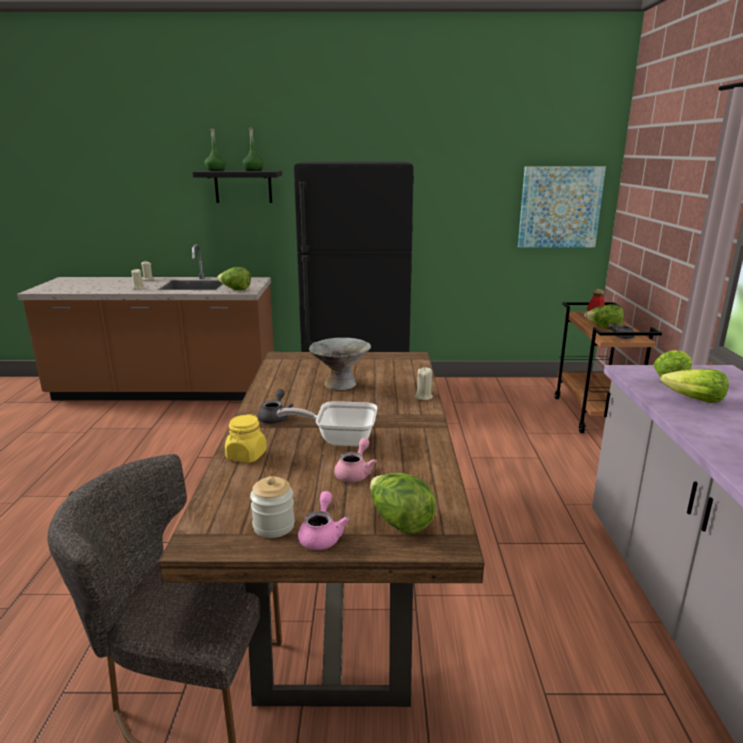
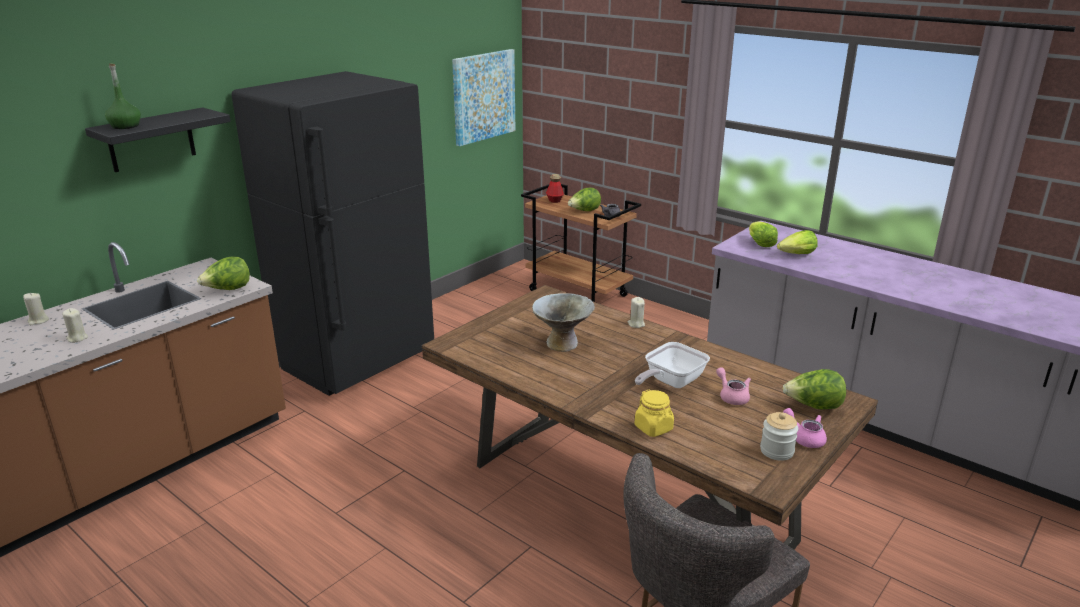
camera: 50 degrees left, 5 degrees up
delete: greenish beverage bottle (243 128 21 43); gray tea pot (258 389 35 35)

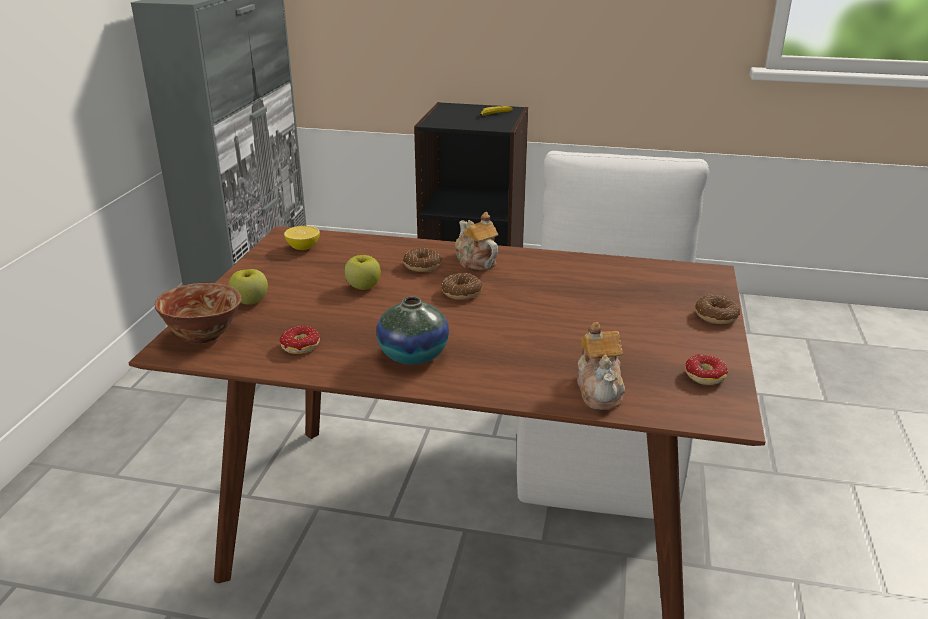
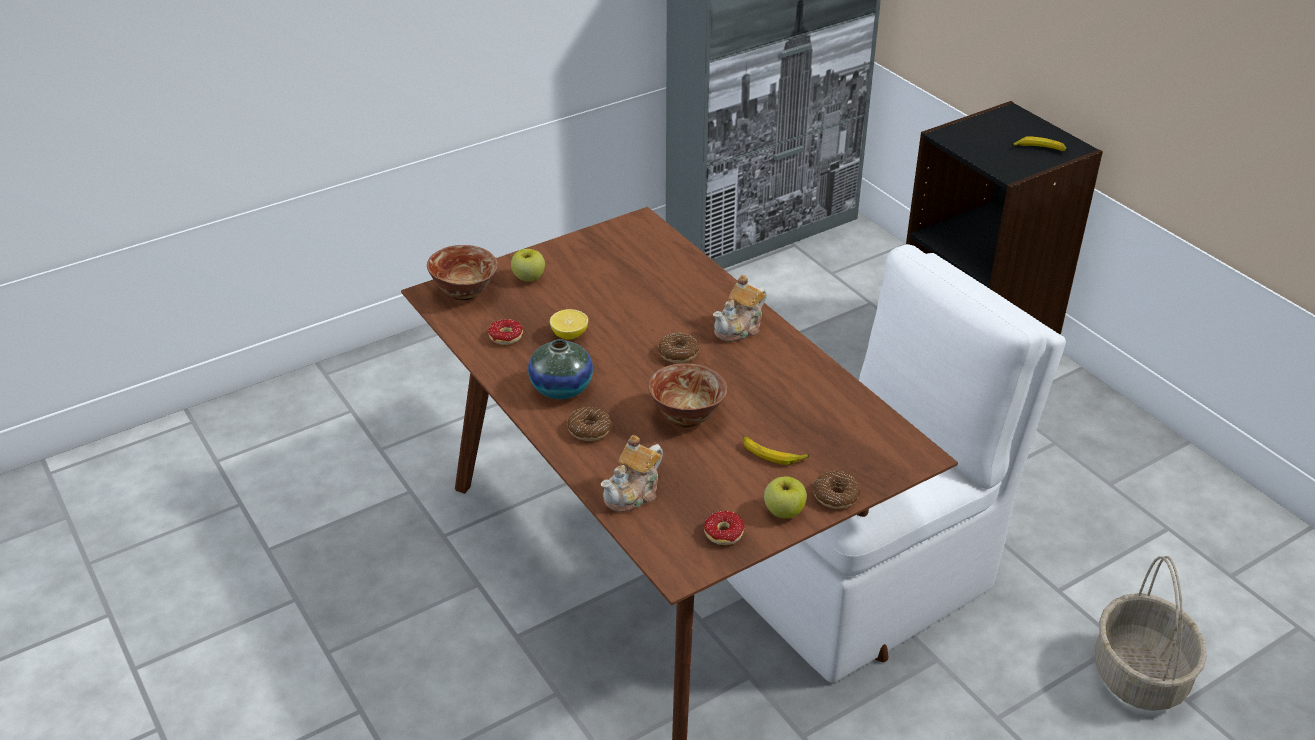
camera: 45 degrees right, 10 degrees up
insert: bowl (648 363 79 64); banana (743 436 66 29); storage basket (1095 556 112 155)
move: citrus fruit (284 226 36 24) to (550 309 38 31); ring doughnut (403 248 39 24) to (567 407 45 34); whole apple (344 255 37 35) to (764 476 43 43)
rotate: tea pot (455 212 44 58) = (713 275 54 67) 150 degrees counterclockwise

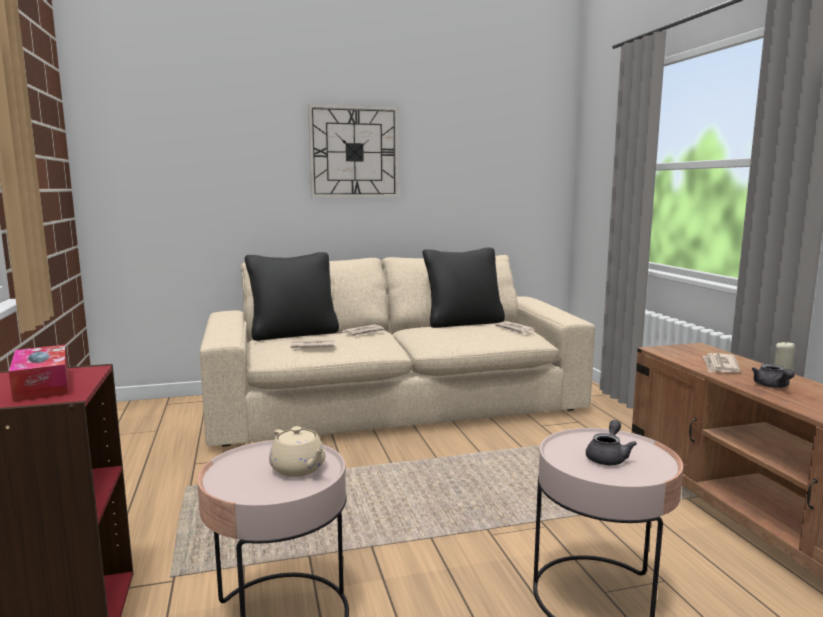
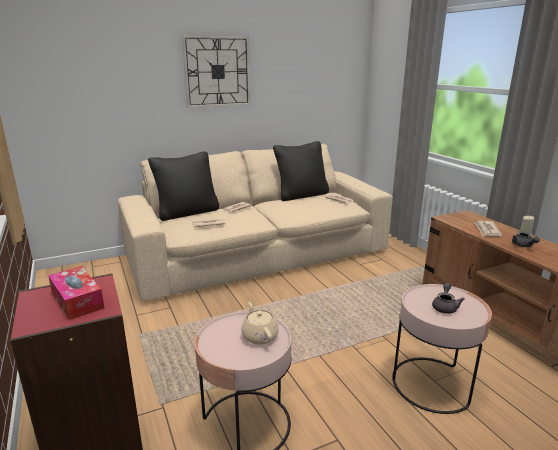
camera: 10 degrees left, 10 degrees up
rotate: beige-coloured tea pot (269 426 57 51) = (241 302 38 43) 150 degrees counterclockwise

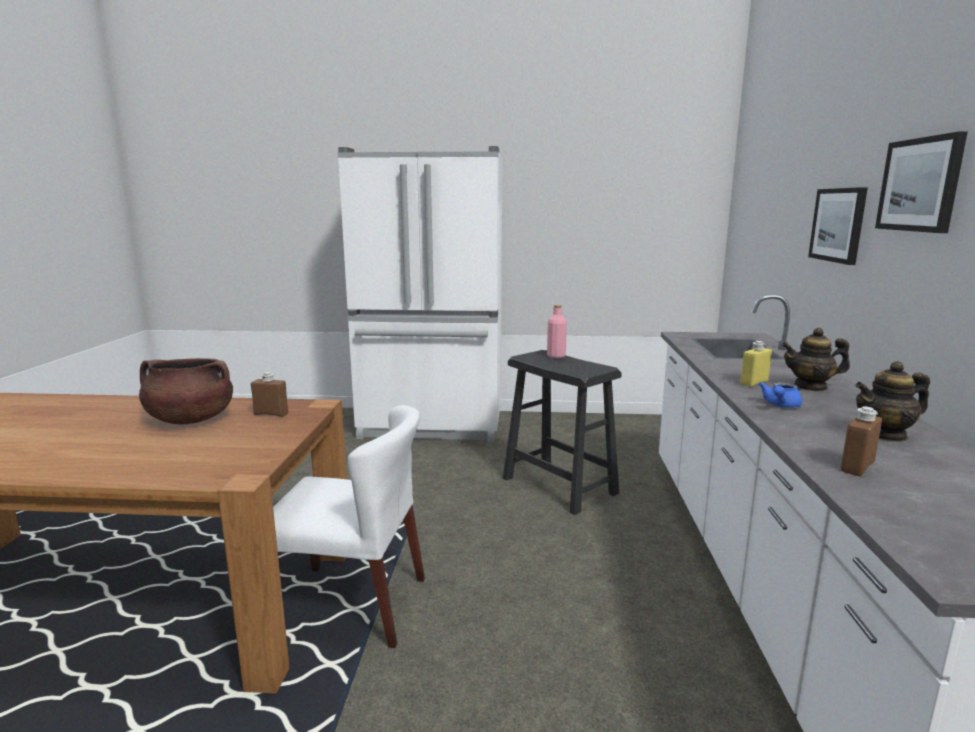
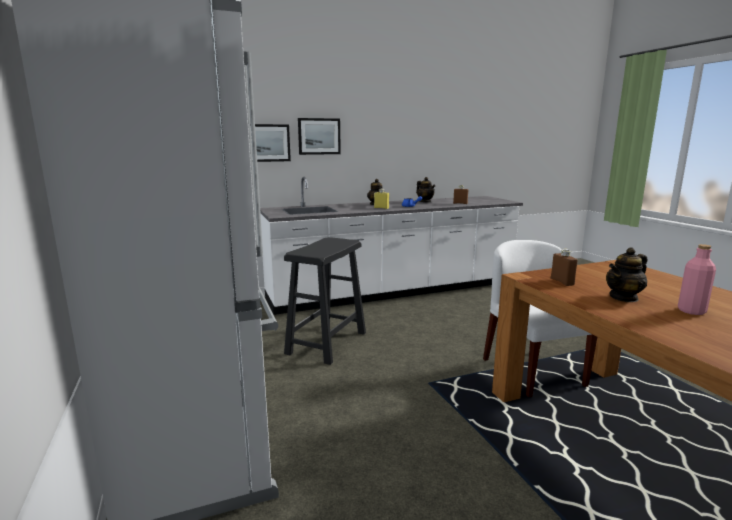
camera: 115 degrees left, 0 degrees up
move: wall art (875 131 93 102) to (250 124 41 38); pinkish beverage bottle (547 305 20 53) to (678 244 38 71)
replace: brown saucepot (139 358 94 66) to tea pot (606 247 41 55)

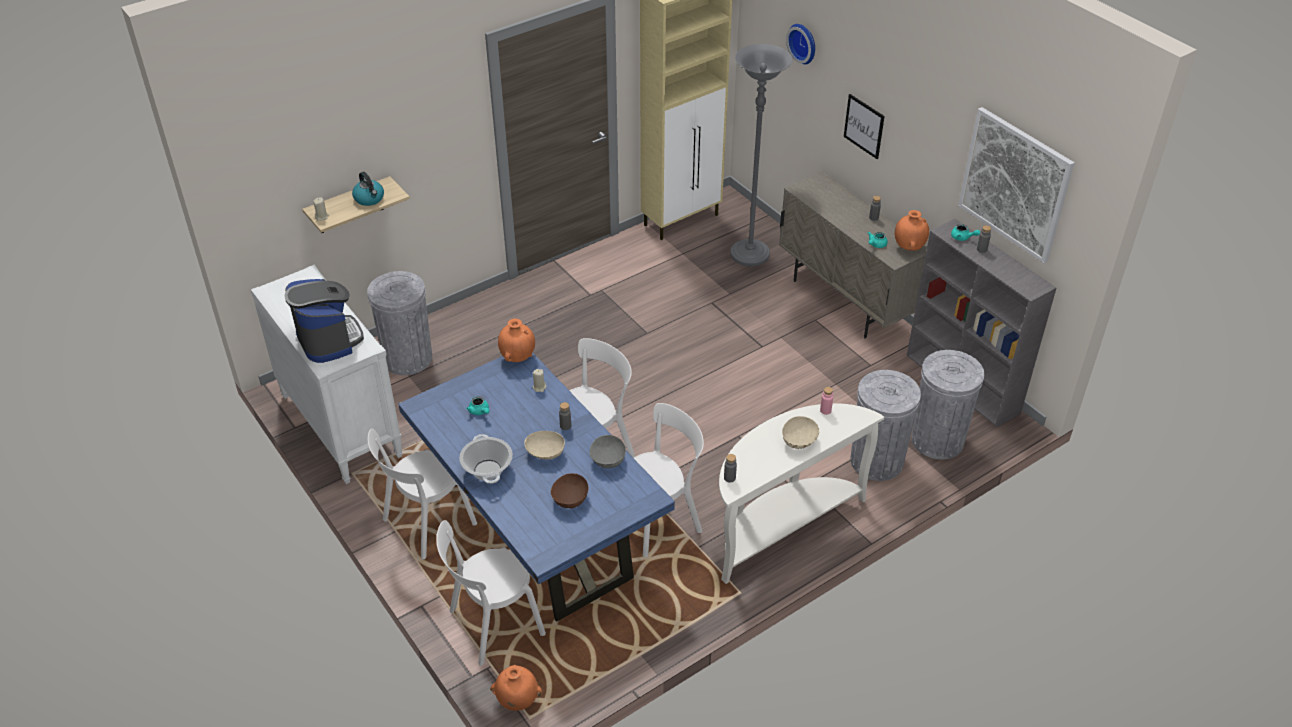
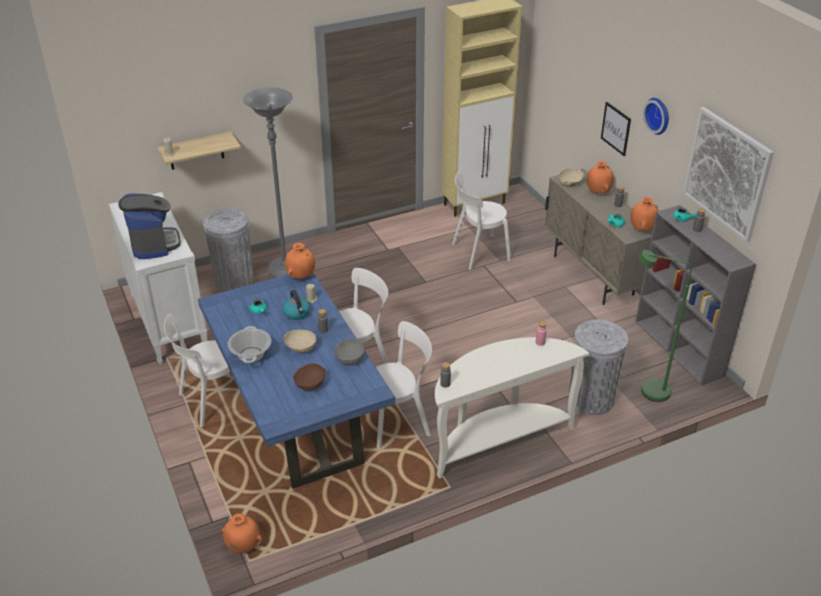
camera: 10 degrees right, 5 degrees down
insert: orange-coloured flower vase (586 161 28 32)
move: gray floor lamp (730 44 63 222) to (243 87 50 191); tea kettle (352 172 32 34) to (283 290 27 30); white-coloured chair (436 520 110 146) to (452 172 59 98); beige-coloured bowl (782 416 37 33) to (559 168 25 18); hanging clock (786 24 29 40) to (643 98 26 37)
replace: gray trash can (912 350 73 110) to greenish floor lamp (639 250 53 152)

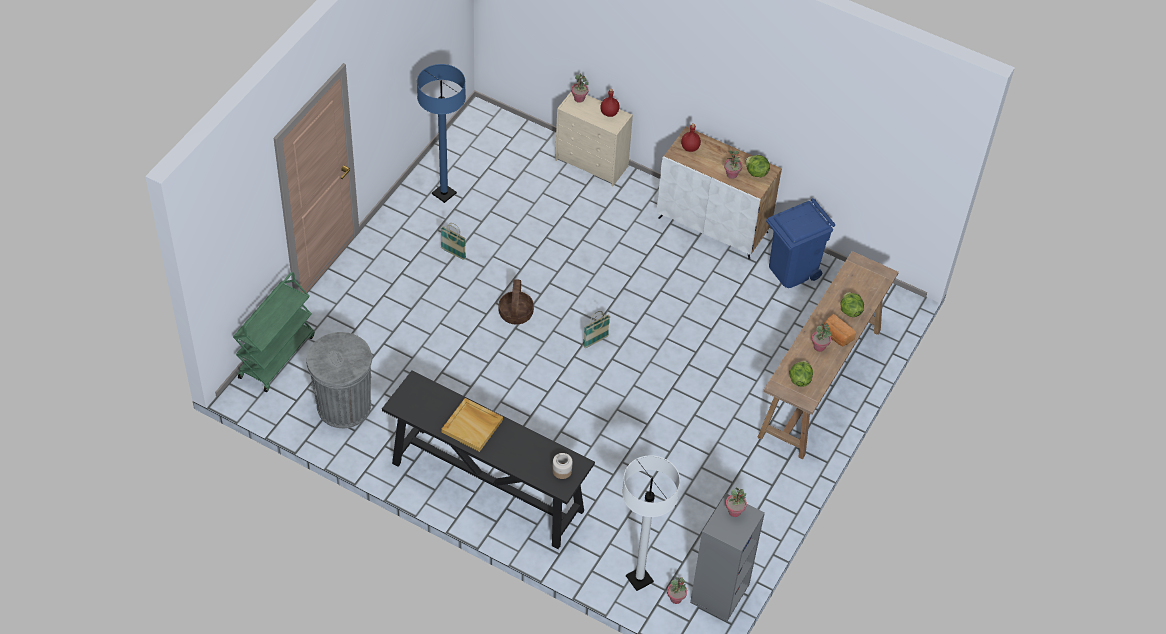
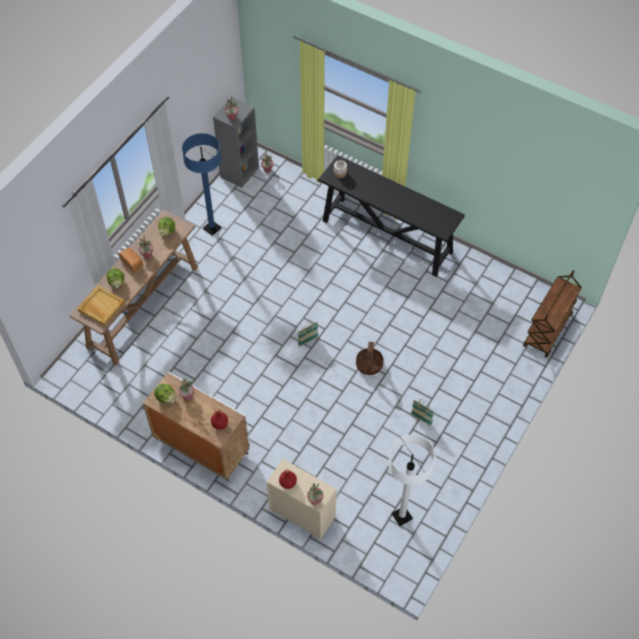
camera: 175 degrees left, 5 degrees up
delete: gray trash can (306 332 66 96); bluish trash can (766 198 69 90)
move: beige-coloured serving tray (441 398 62 54) to (78 286 47 40); bluish floor lamp (417 64 49 139) to (182 133 39 103); white-coloured floor lamp (622 455 58 136) to (389 434 47 92)
recolor: greenish cart (233 272 82 120) to brown cart (523 270 59 88)

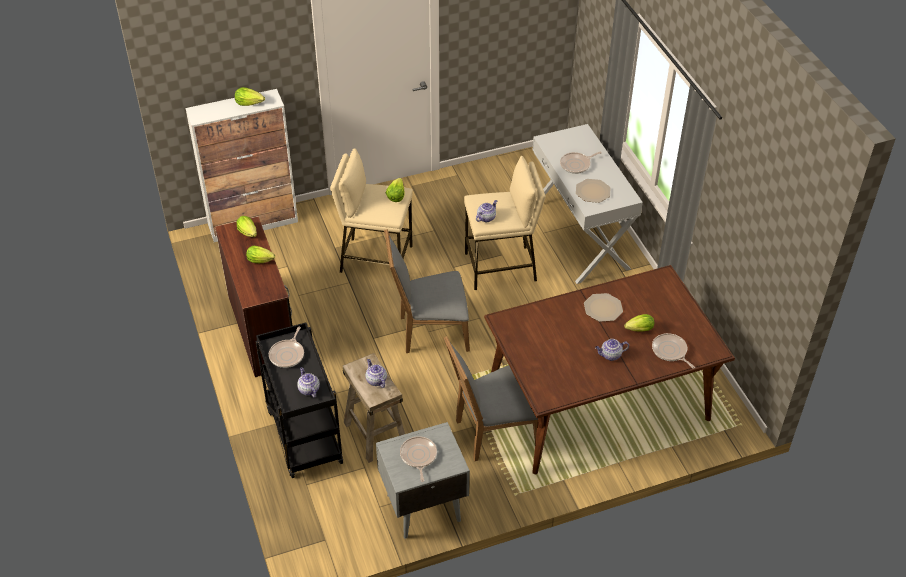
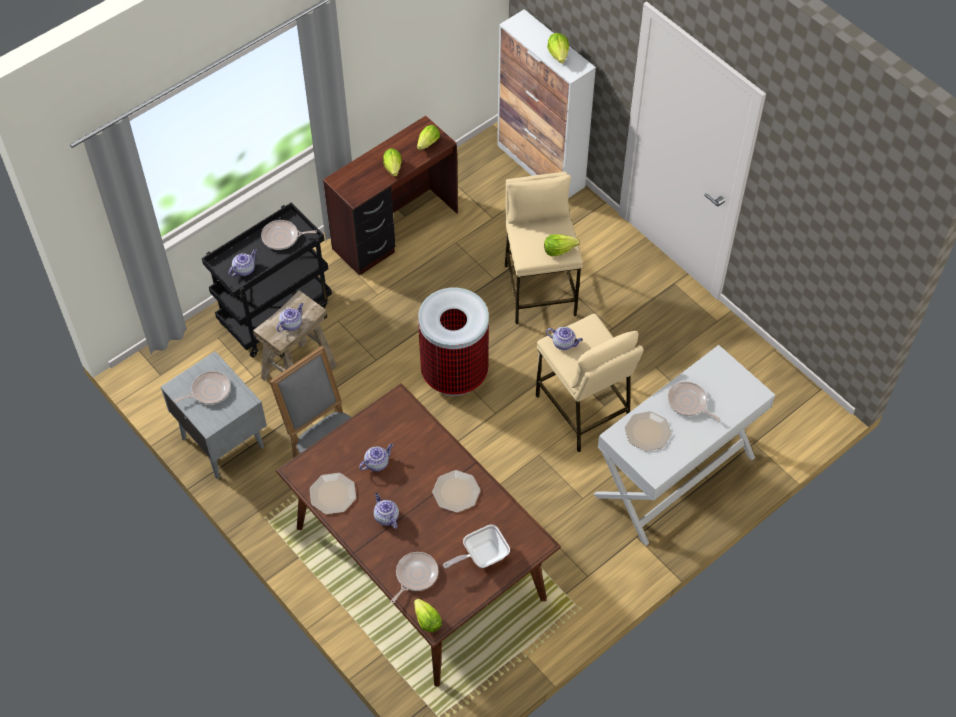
camera: 70 degrees right, 10 degrees up
insert: plate (310 473 46 41); tea pot (359 444 34 27); pan (443 525 67 44)
move: head of lettuce (624 314 30 18) to (414 599 28 33)
replace: gray chair (384 229 86 124) to trash can (418 288 71 108)

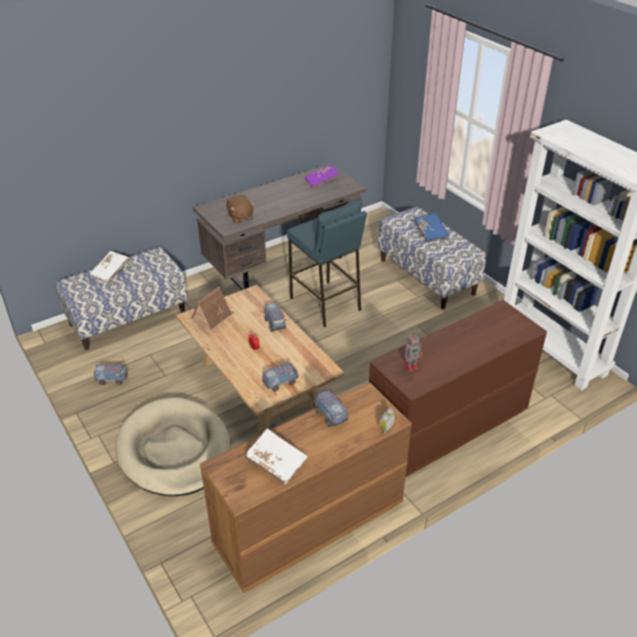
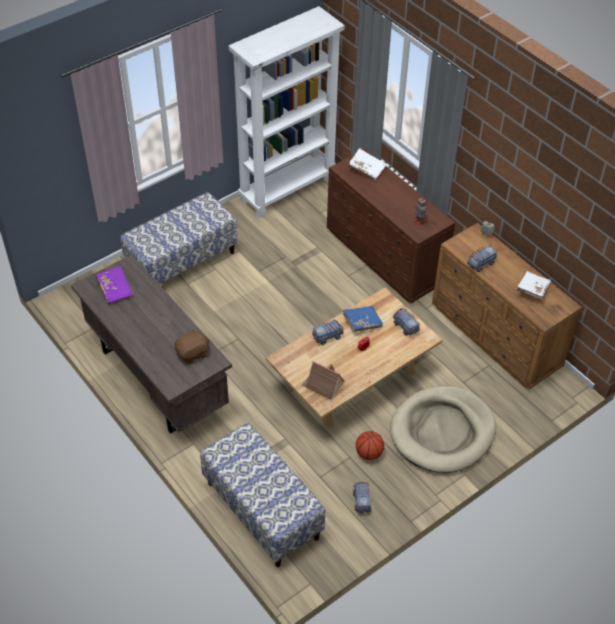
camera: 95 degrees left, 10 degrees up
delete: bluish stool seat (287 200 80 127)
insert: basketball ball (356 431 28 29)
move: bluish bound book (414 213 35 30) to (343 306 40 26); white-coloured bound book (90 251 40 32) to (348 148 38 33)

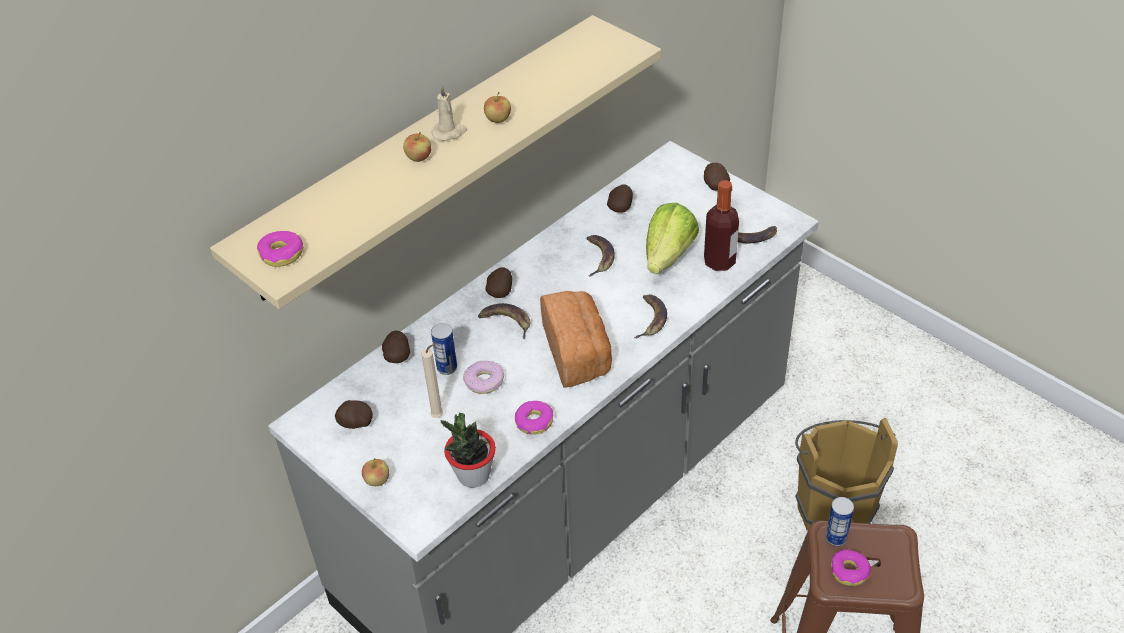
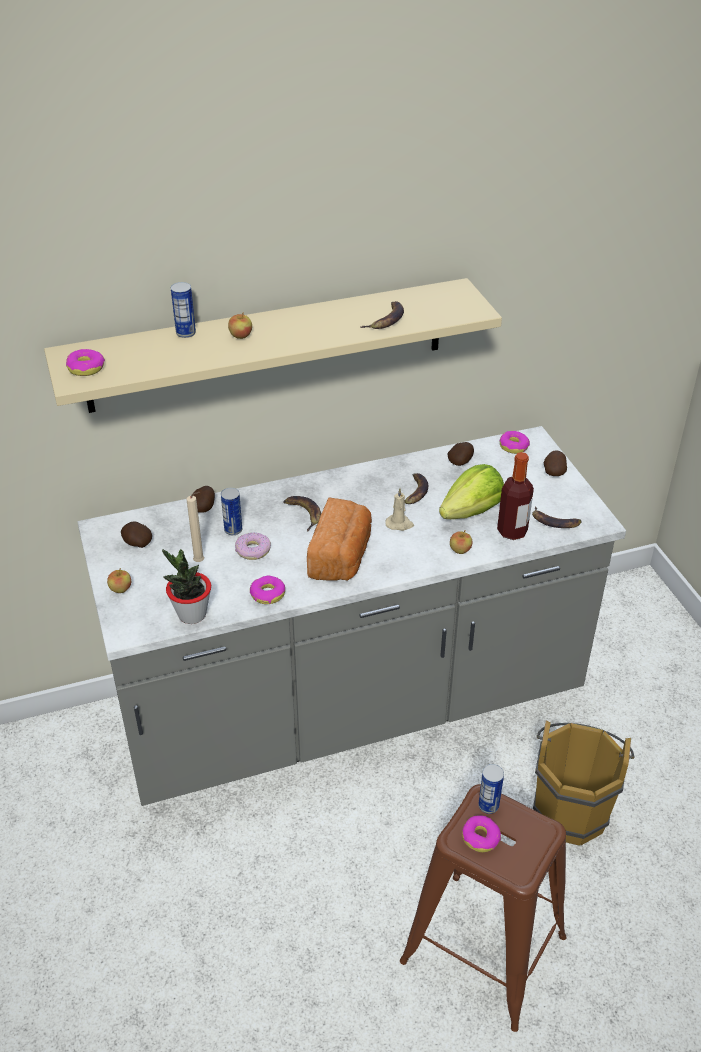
camera: 25 degrees right, 5 degrees down
delete: spud (485 267 27 31)
insert: sealed can (171 282 25 56); ring doughnut (499 431 31 23)
move: banana (634 295 33 43) to (359 301 45 28); beige-coloured wax light (431 85 36 56) to (385 488 29 43); whole apple (484 92 27 31) to (450 531 22 23)

